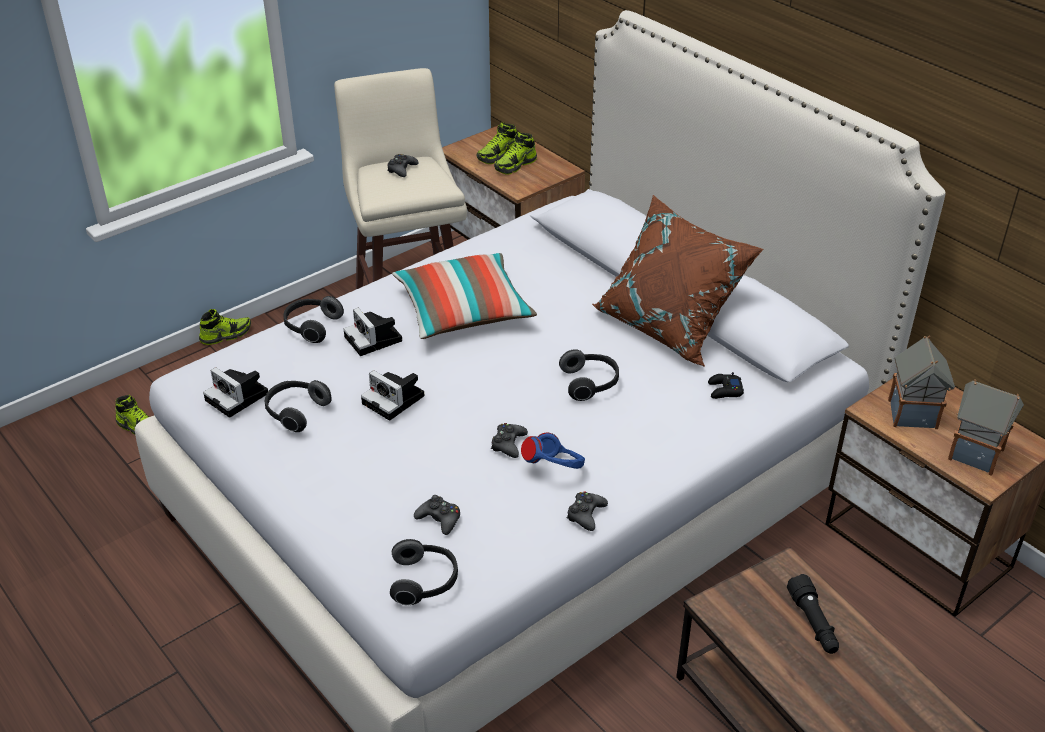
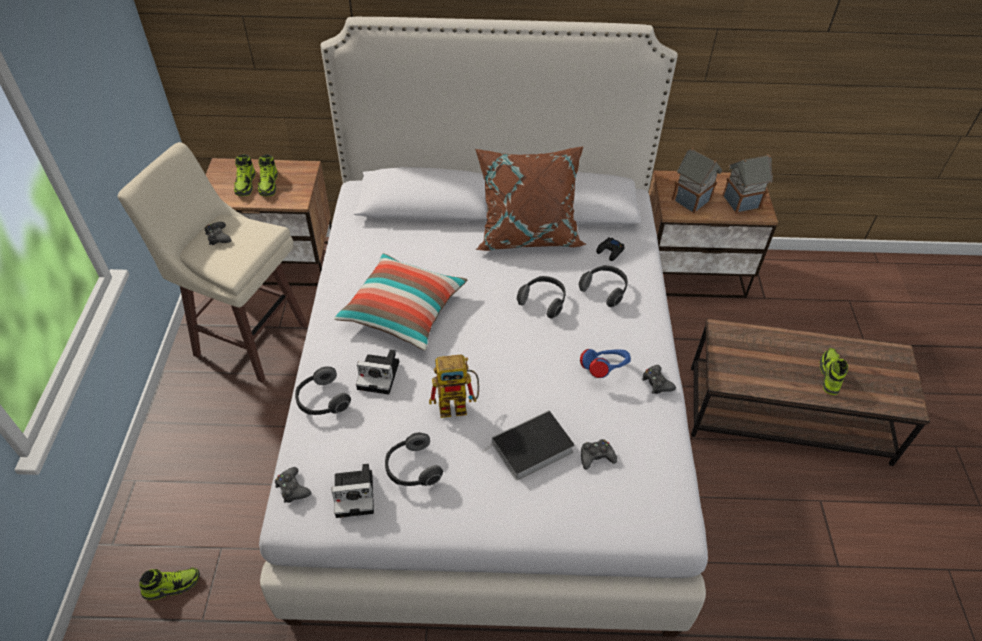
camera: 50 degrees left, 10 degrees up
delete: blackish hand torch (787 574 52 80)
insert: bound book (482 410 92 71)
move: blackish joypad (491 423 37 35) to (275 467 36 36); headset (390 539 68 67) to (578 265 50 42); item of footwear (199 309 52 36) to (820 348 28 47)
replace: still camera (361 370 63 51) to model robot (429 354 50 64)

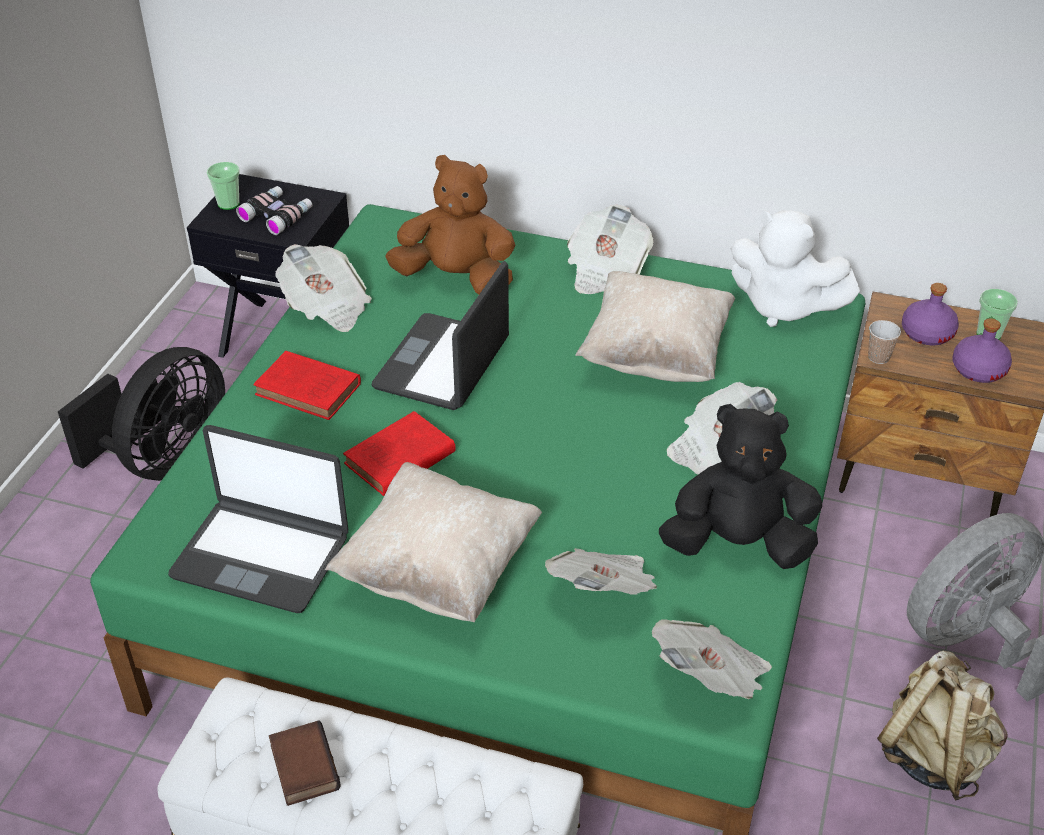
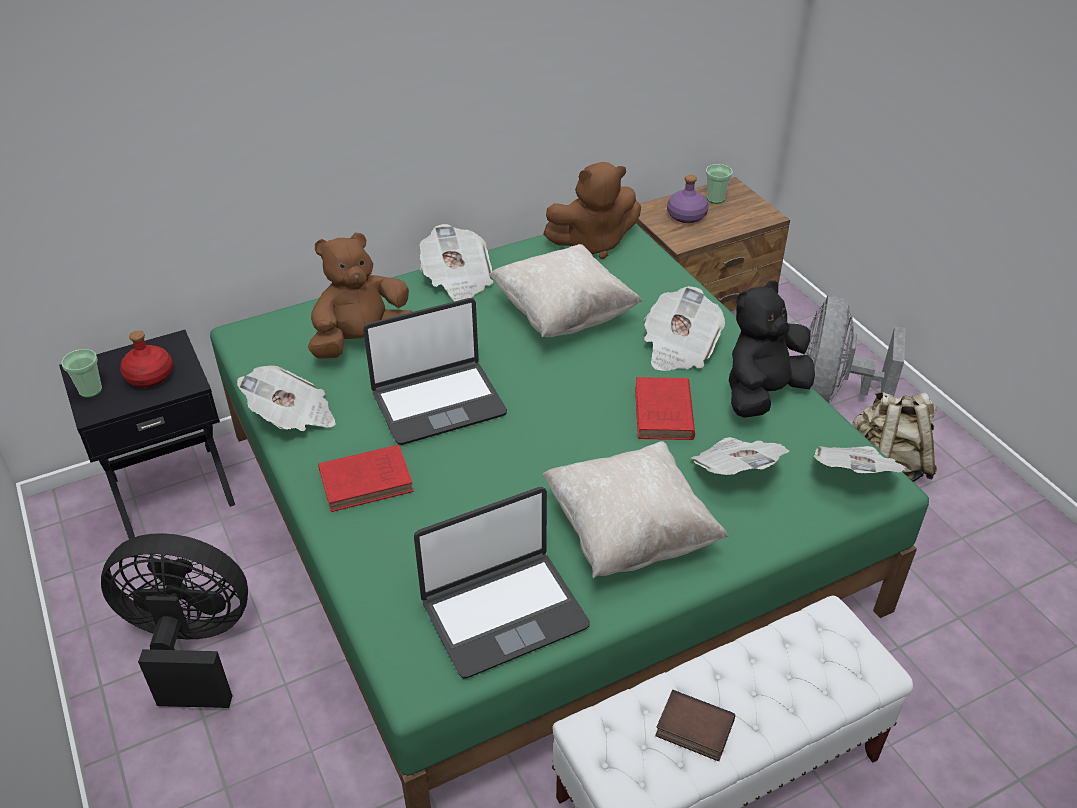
camera: 45 degrees left, 0 degrees up
delete: drinking cup (868 320 33 44); purple beverage bottle (952 318 60 65)
move: red-coloured bound book (343 411 113 85) to (635 377 60 63)
replace: field glasses (236 186 77 49) to red-coloured beverage bottle (120 331 53 56)
recolor: white-coloured plush toy (731 210 129 117) to brown plush toy (543 162 98 97)
rotate: blackish electric fan (58 347 167 134) = (101 533 147 175) 75 degrees counterclockwise; notebook computer (372 261 137 149) = (363 298 144 147) 90 degrees counterclockwise

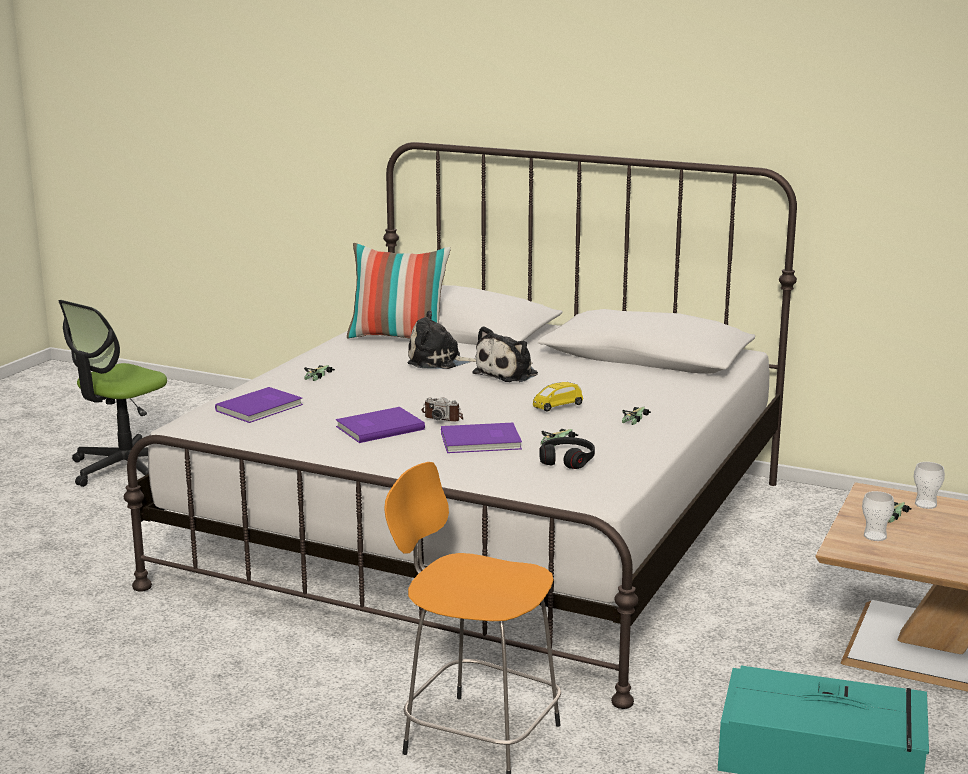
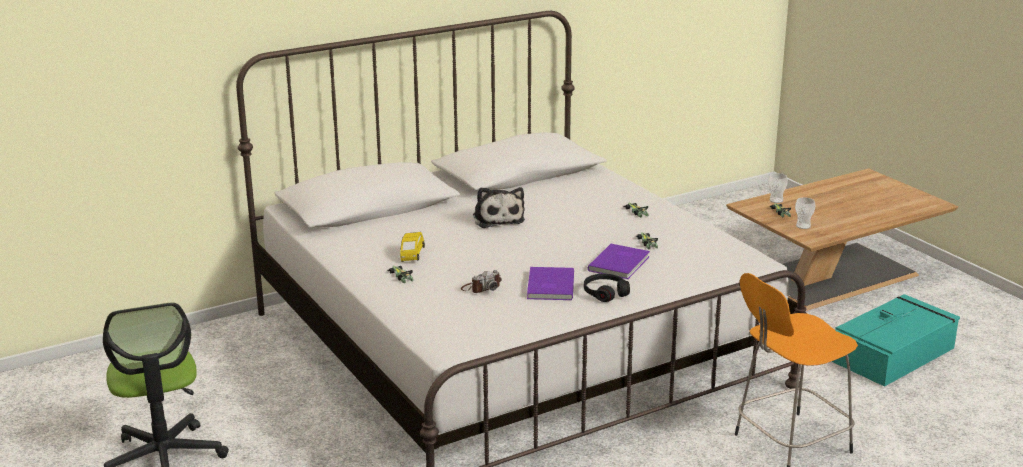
camera: 55 degrees left, 5 degrees up
delete: purple bound book (215 387 88 36); throw pillow (347 243 104 95); plush toy (408 310 68 59)
move: yellow model car (533 382 50 29) to (400 232 25 30); still camera (421 397 42 25) to (461 270 41 23); blackish headset (539 437 56 32) to (584 274 46 28)

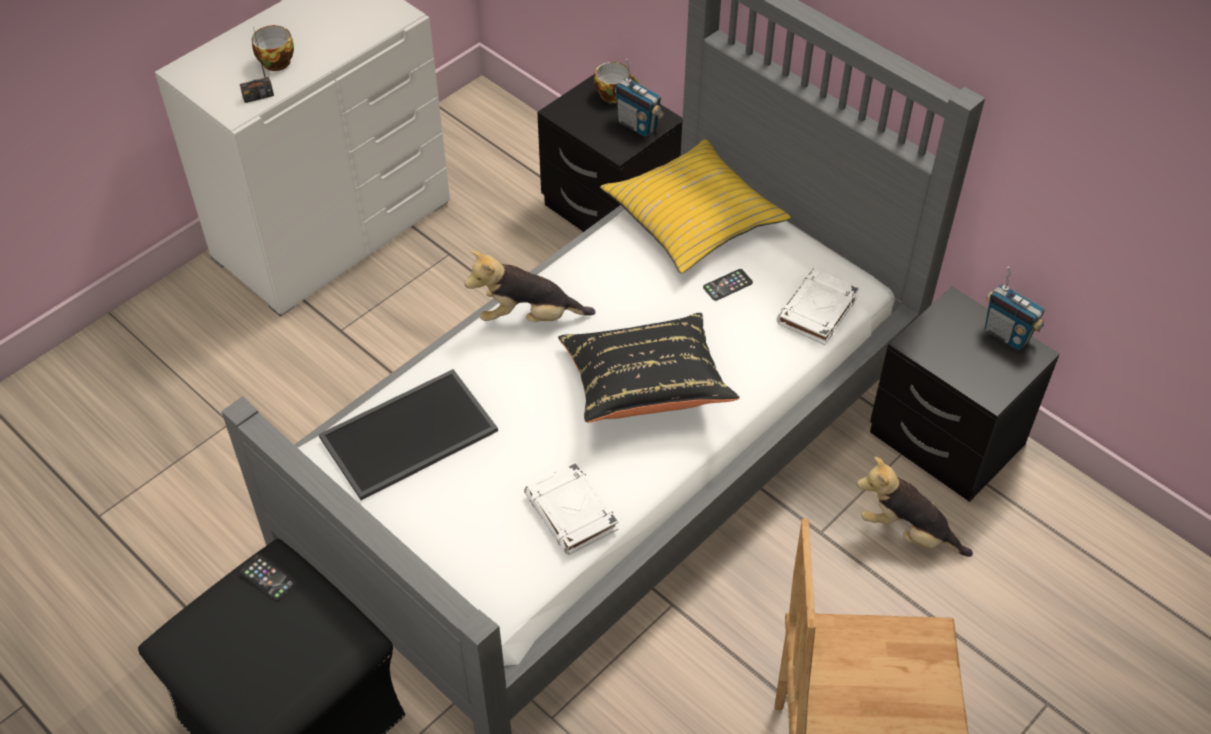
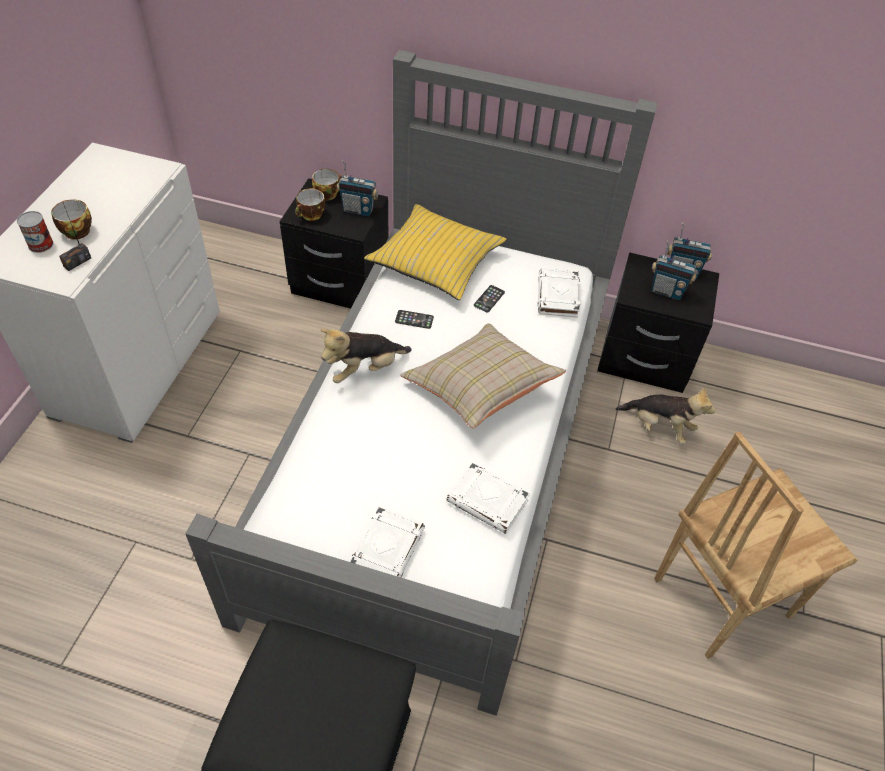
camera: 30 degrees left, 0 degrees up
delete: serving tray (319 369 179 131)
insert: sealed can (17 211 36 42); drinking cup (295 188 30 33); white-coloured bound book (350 506 75 72); radio set (651 241 46 59)
move: phone (240 554 56 47) to (395 310 39 19)
recolor: blackish throw pillow (558 313 182 110) to beige-coloured throw pillow (400 323 166 106)
rotate: plush toy (857 456 116 101) = (615 386 101 58) 150 degrees counterclockwise

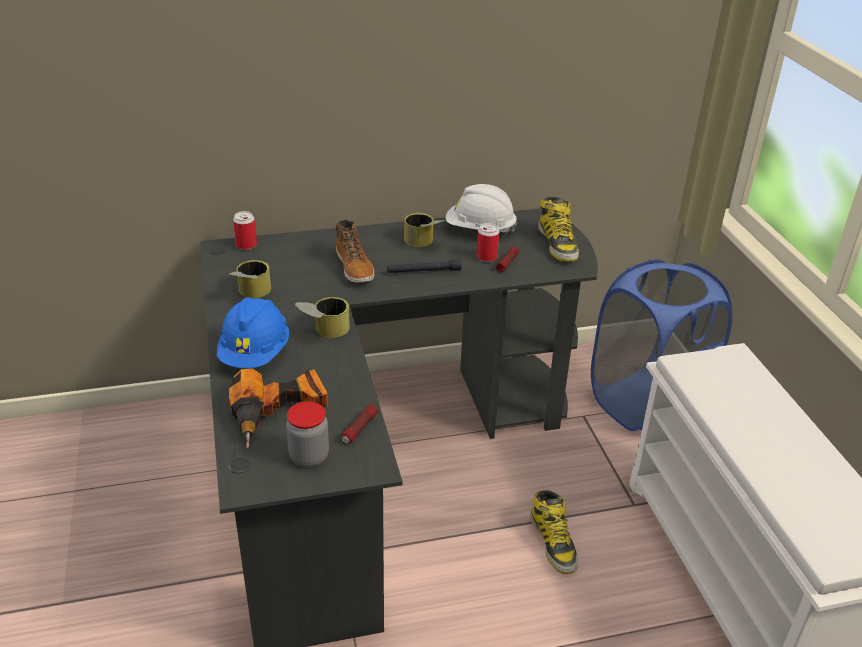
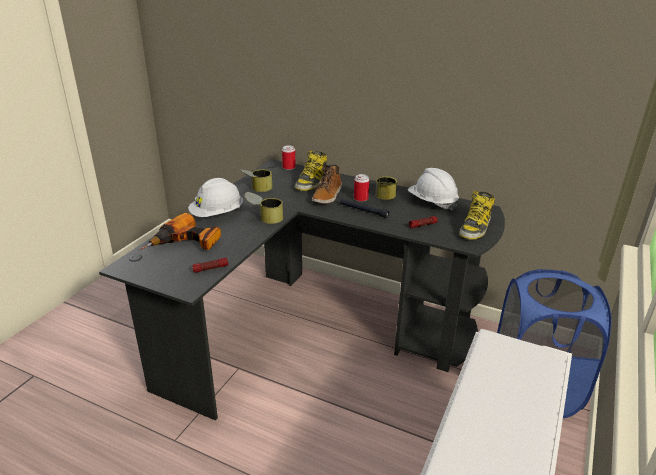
camera: 40 degrees right, 5 degrees down
delete: storage jar (286 401 43 66)
move: tall boot (530 490 48 84) to (295 151 32 40); sealed can (477 223 22 39) to (354 174 15 28)
recolor: bluish hard hat (217 297 72 71) to white-coloured hard hat (188 178 55 39)

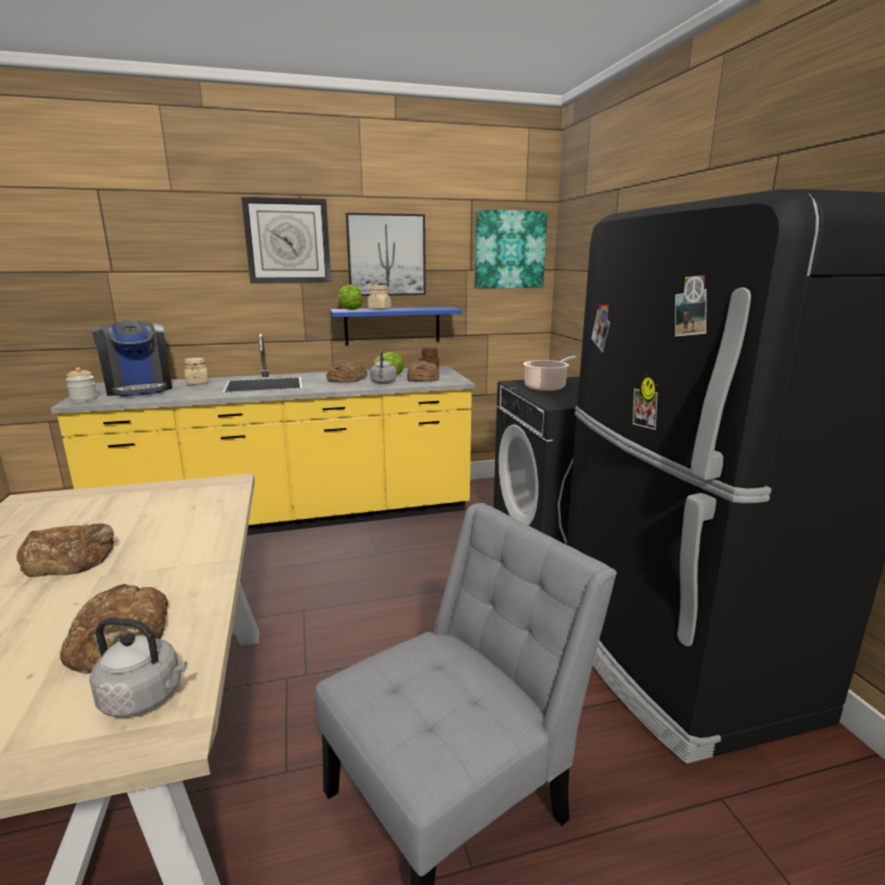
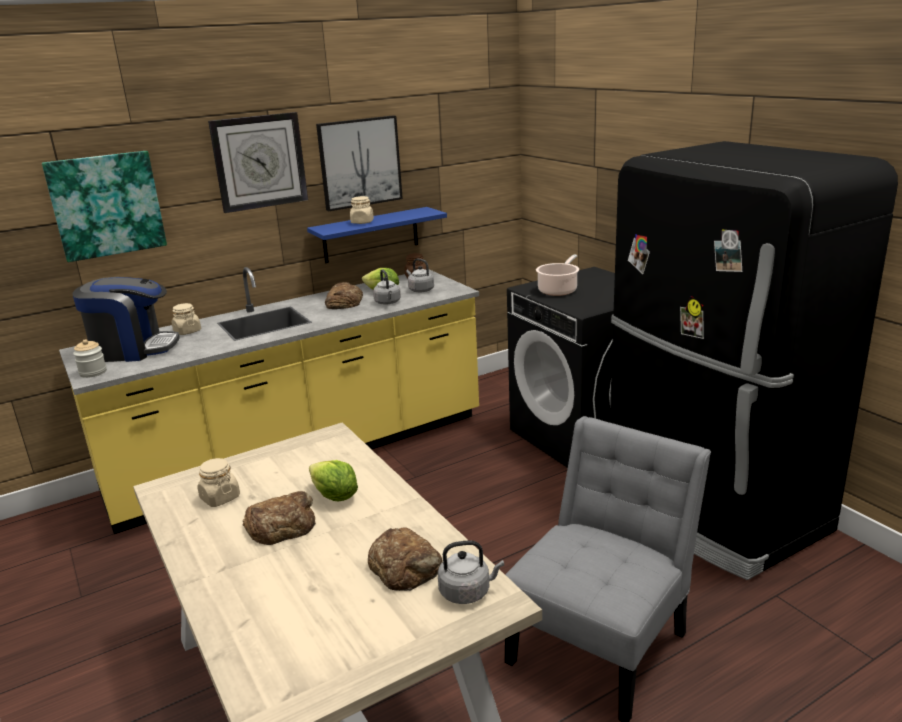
camera: 15 degrees left, 5 degrees up
insert: beige-coloured storage jar (197 458 43 49)
move: wall art (475 209 72 80) to (42 151 125 111); head of lettuce (338 285 25 25) to (309 460 49 42)
replace: bakery bread (407 361 32 21) to gray tea kettle (406 259 28 33)
rotate: coffee machine (91 320 81 77) = (73 277 106 85) 45 degrees counterclockwise

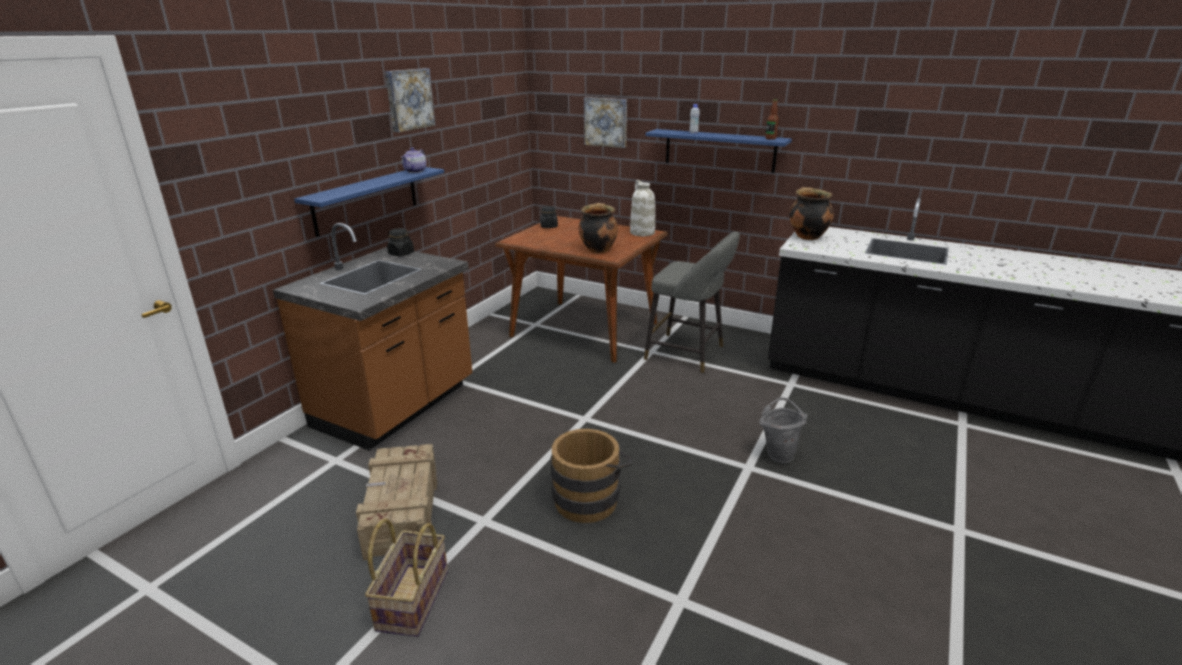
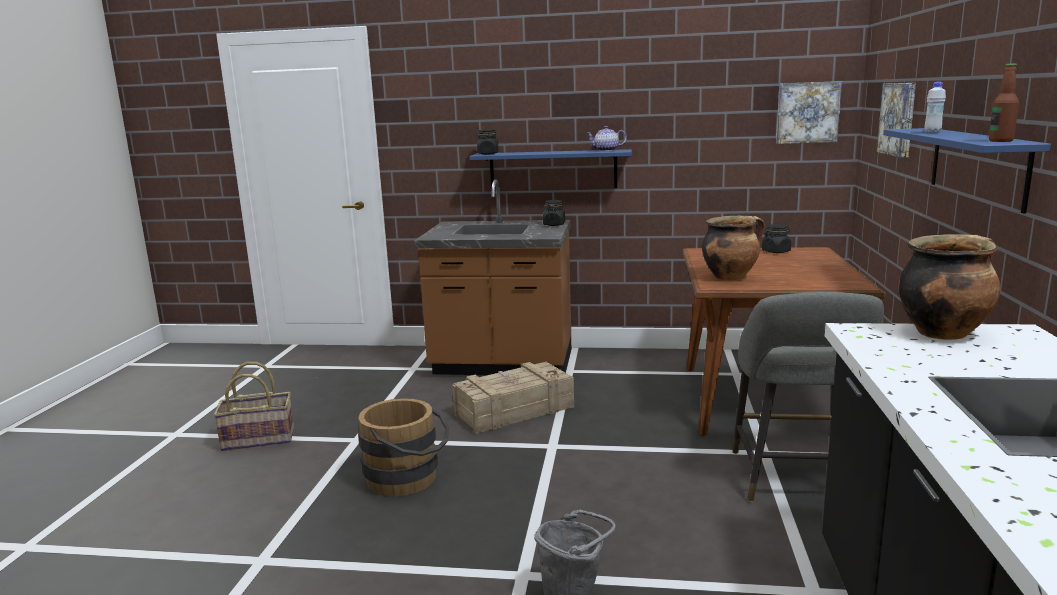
camera: 70 degrees right, 10 degrees down
delete: white-coloured flower vase (630 180 25 56)
insert: blackish storage jar (477 129 22 26)
move: shipping crate (356 444 81 116) to (452 362 122 72); wall art (385 68 50 64) to (776 81 66 63)

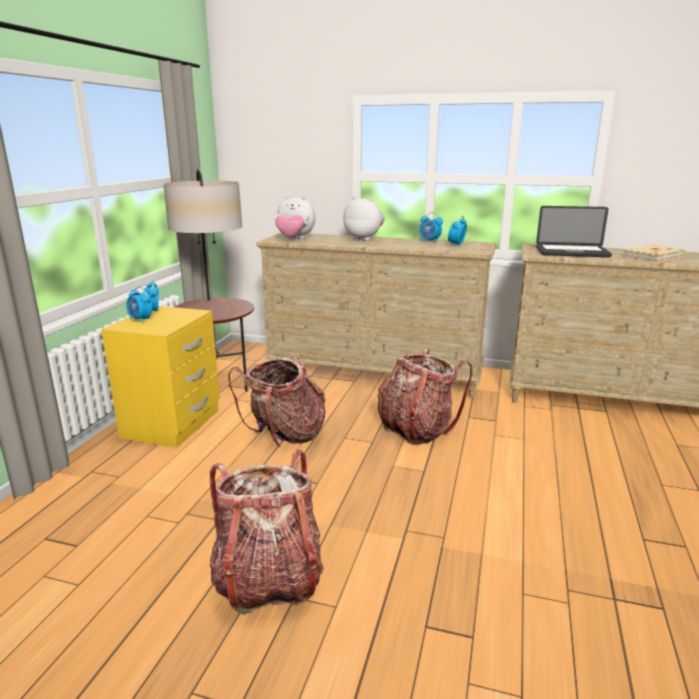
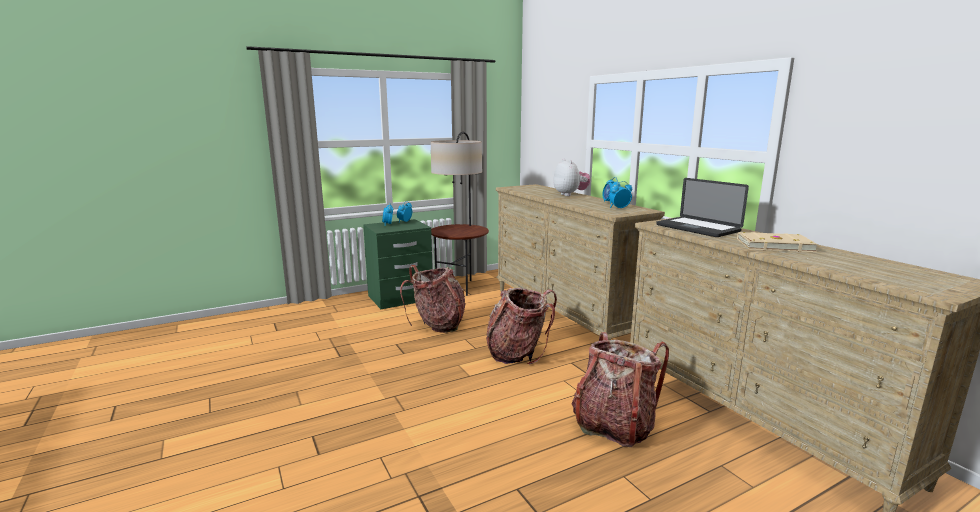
camera: 45 degrees right, 5 degrees down
delete: plush toy (275 196 41 43)
move: backpack (210 449 114 165) to (572 332 97 115)
recolor: yellow nightstand (101 306 119 142) to greenish nightstand (363 219 70 90)

